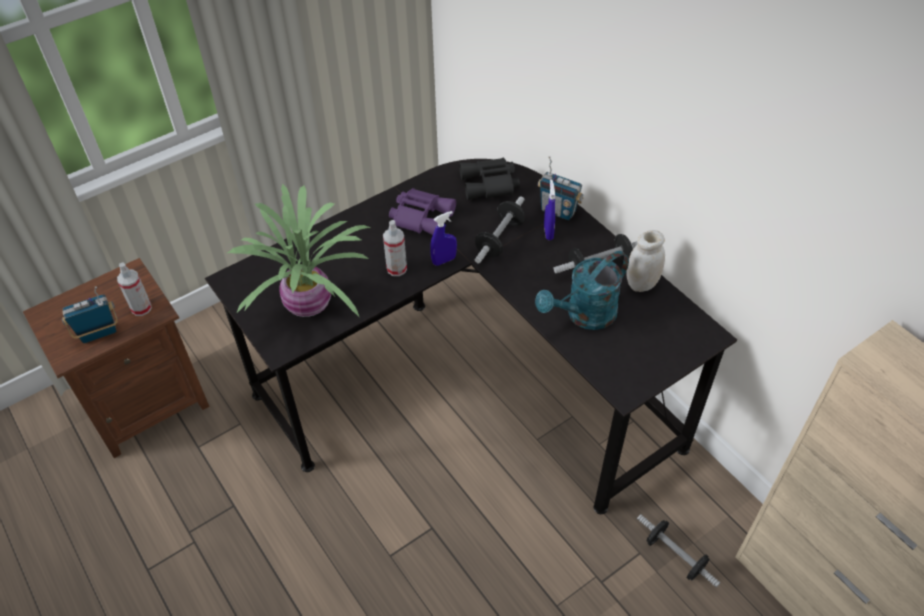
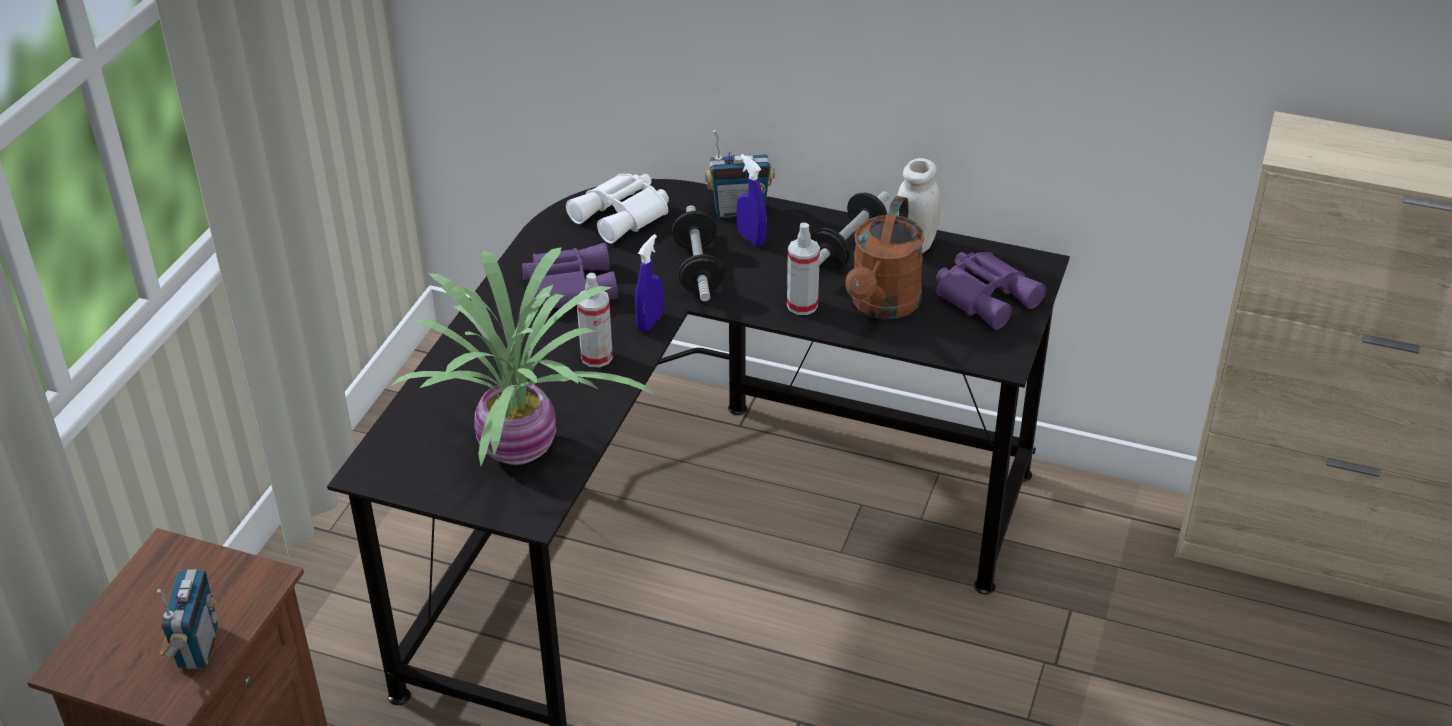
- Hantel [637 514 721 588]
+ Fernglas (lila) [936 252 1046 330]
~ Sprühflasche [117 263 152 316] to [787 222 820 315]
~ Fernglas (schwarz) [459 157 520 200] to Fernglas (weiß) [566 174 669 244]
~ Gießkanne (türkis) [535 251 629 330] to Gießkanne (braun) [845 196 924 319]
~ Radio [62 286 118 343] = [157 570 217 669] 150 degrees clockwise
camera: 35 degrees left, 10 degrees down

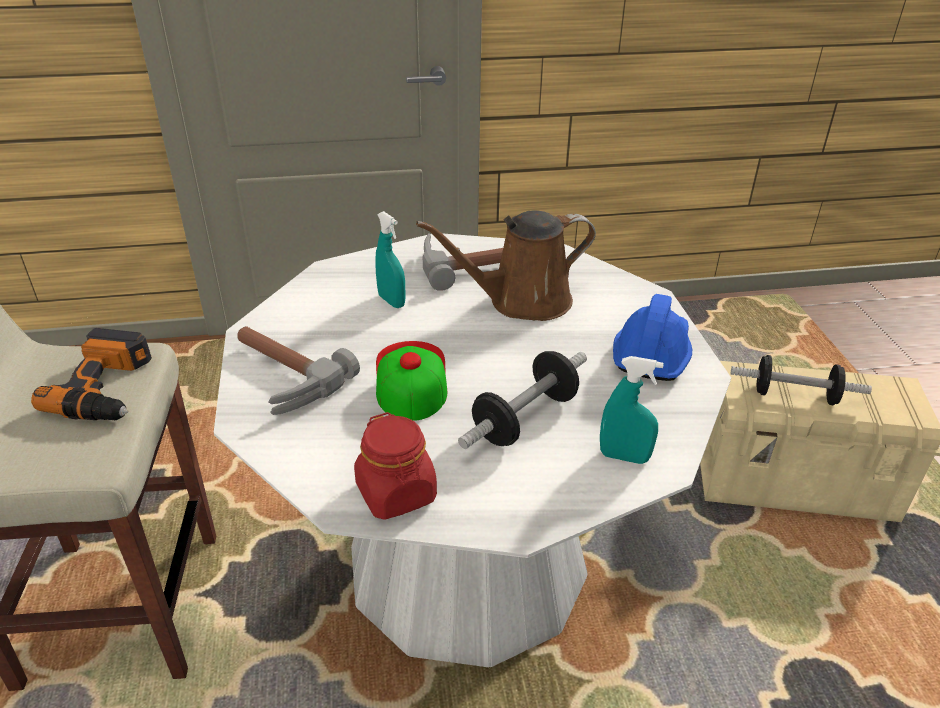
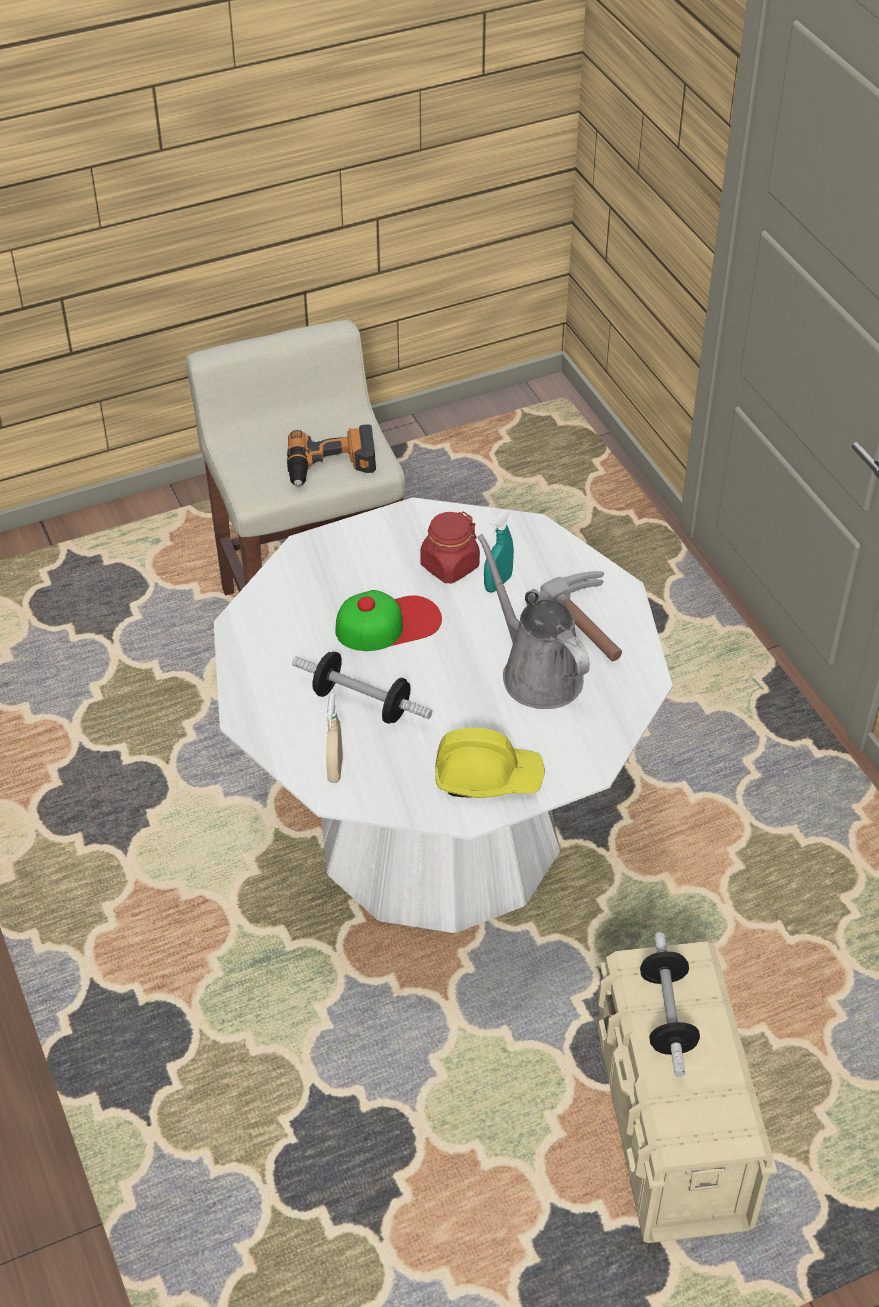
- Hammer [237 326 360 415]
~ Vorratsglas (rot) [354 412 437 520] to [420 512 480 583]
~ Gießkanne (braun) [416 210 596 321] to Gießkanne (grau) [478 534 590 709]
~ Sprühflasche (türkis) [600 356 664 464] to Sprühflasche (beige) [326 695 343 783]
~ Schutzhelm (blau) [613 294 692 381] to Schutzhelm (gelb) [435 727 545 798]
camera: 75 degrees right, 10 degrees up

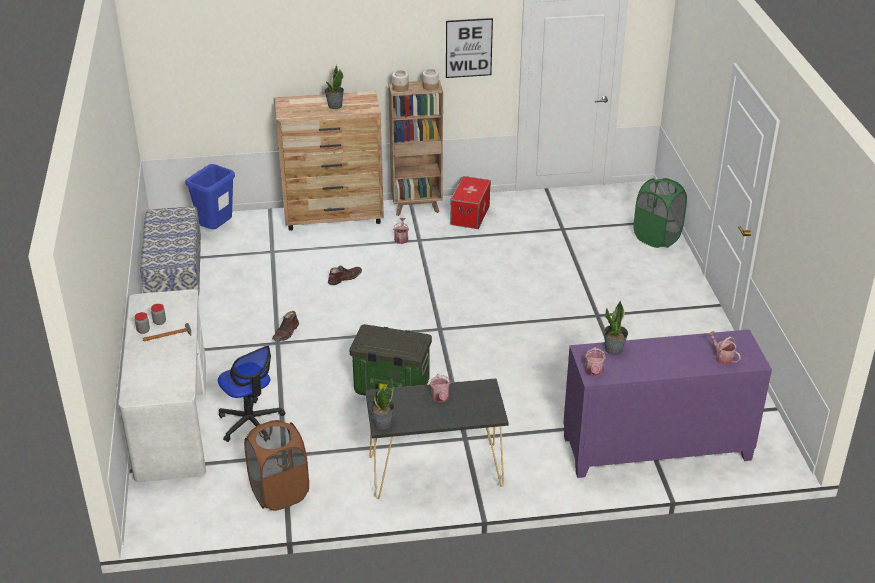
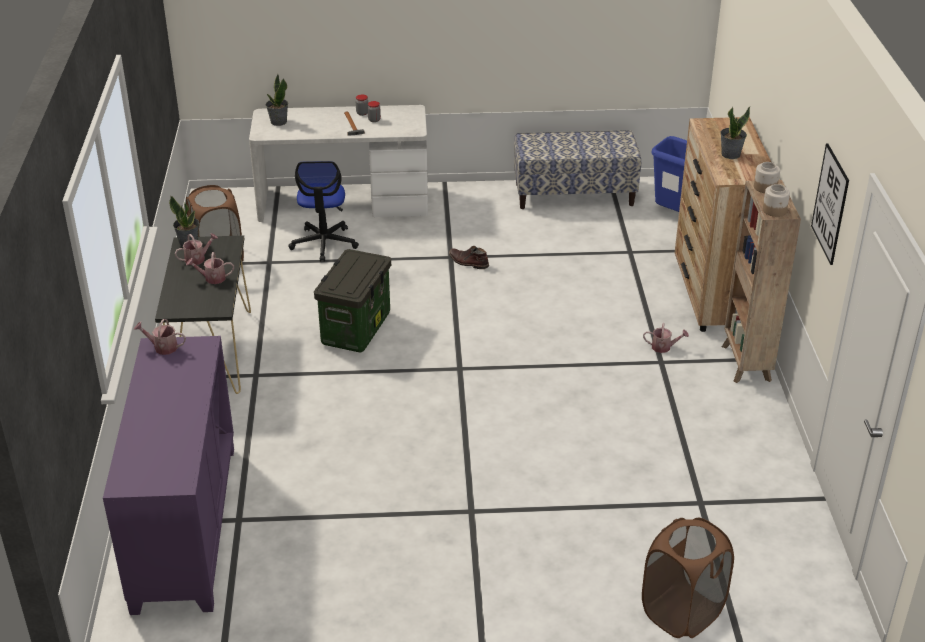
- Stiefel (braun) [328 266 362 285]
- Aufbewahrungsbox [450 176 491 229]
~ Topfpflanze [604 301 628 355] to [266 74 288 126]
~ Gießkanne [707 331 741 365] to [175 233 218 265]
~ Wäschekorb (grün) [634 178 687 248] to Wäschekorb (braun) [642 518 734 638]
~ Bürostuhl [218 345 285 442] = [288 161 359 262] 60 degrees counterclockwise
camera: 95 degrees right, 0 degrees up

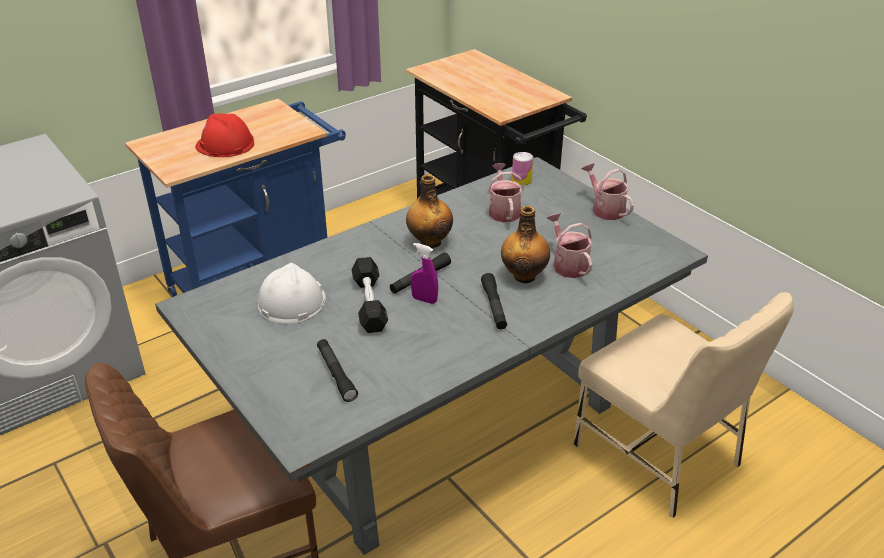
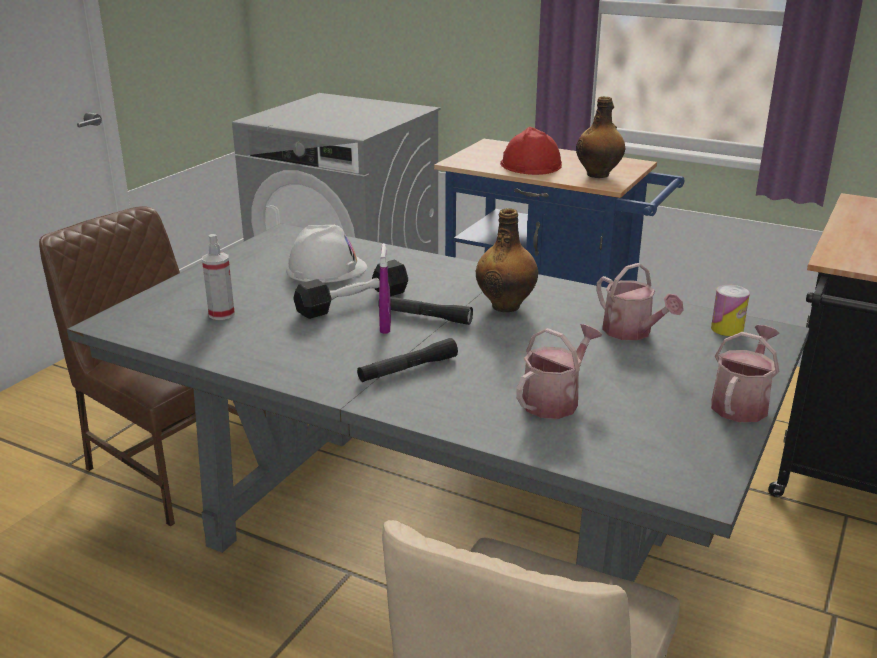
~ Flasche [501 206 550 283] to [576 96 625 178]
~ Taschenlampe (schwarz) [317 339 358 402] to Sprühflasche [202 234 235 320]
~ Gießkanne [488 163 524 222] = [596 263 684 340] 90 degrees clockwise
camera: 65 degrees right, 10 degrees down

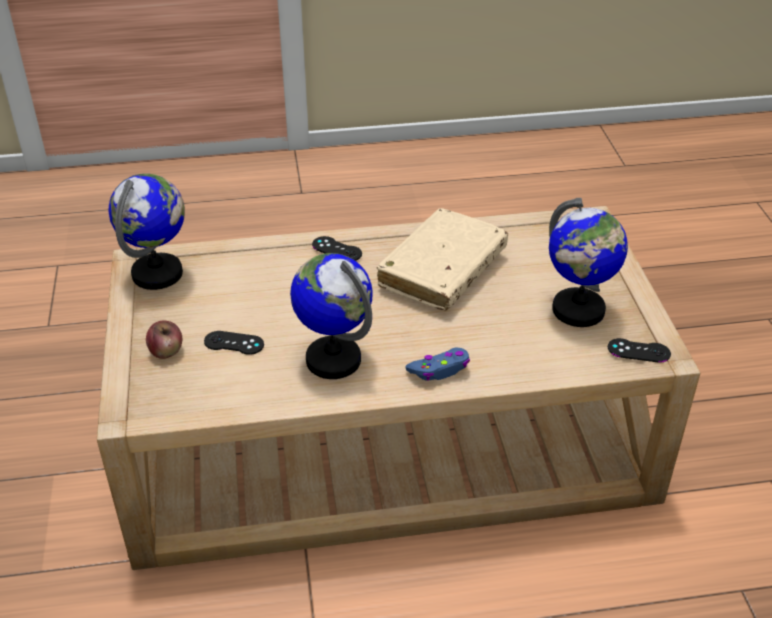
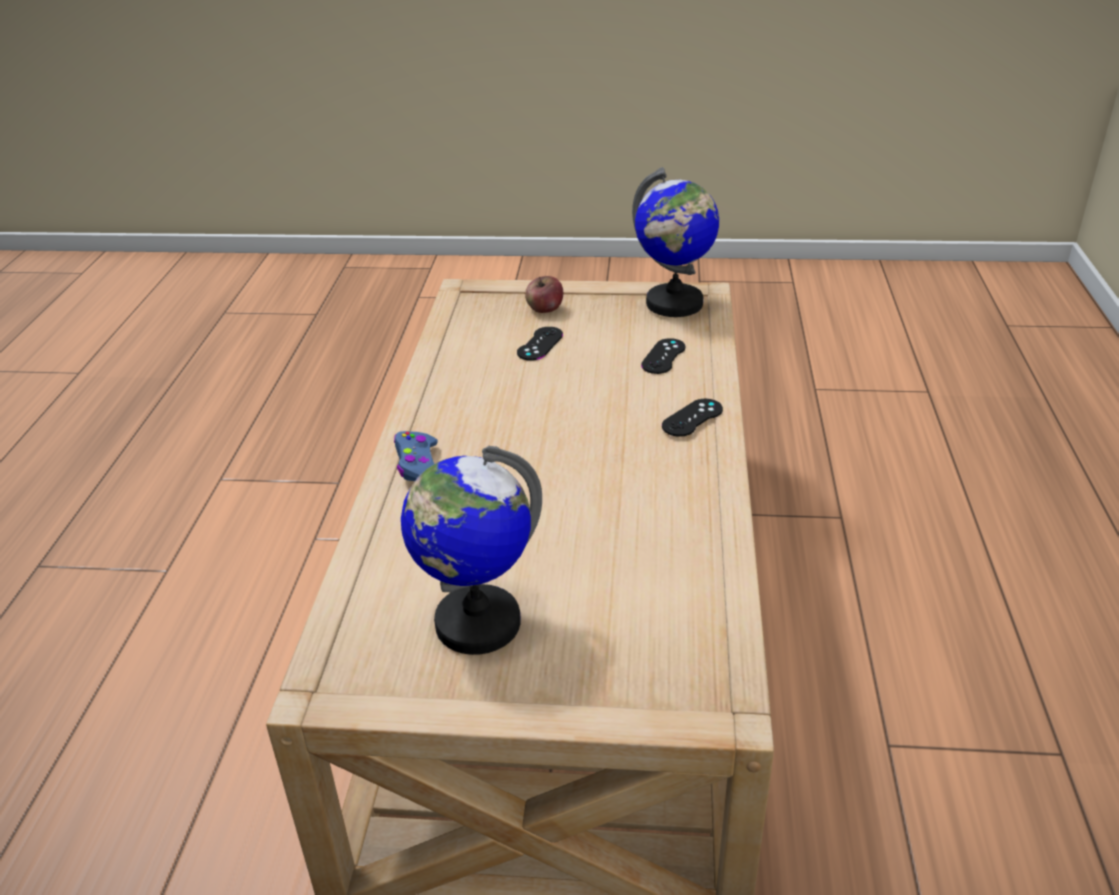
- Globus [290 253 372 379]
- Buch (beige) [377 208 508 311]
~ Gamepad (schwarz) [608 338 671 363] to [641 338 685 374]
camera: 105 degrees right, 5 degrees down

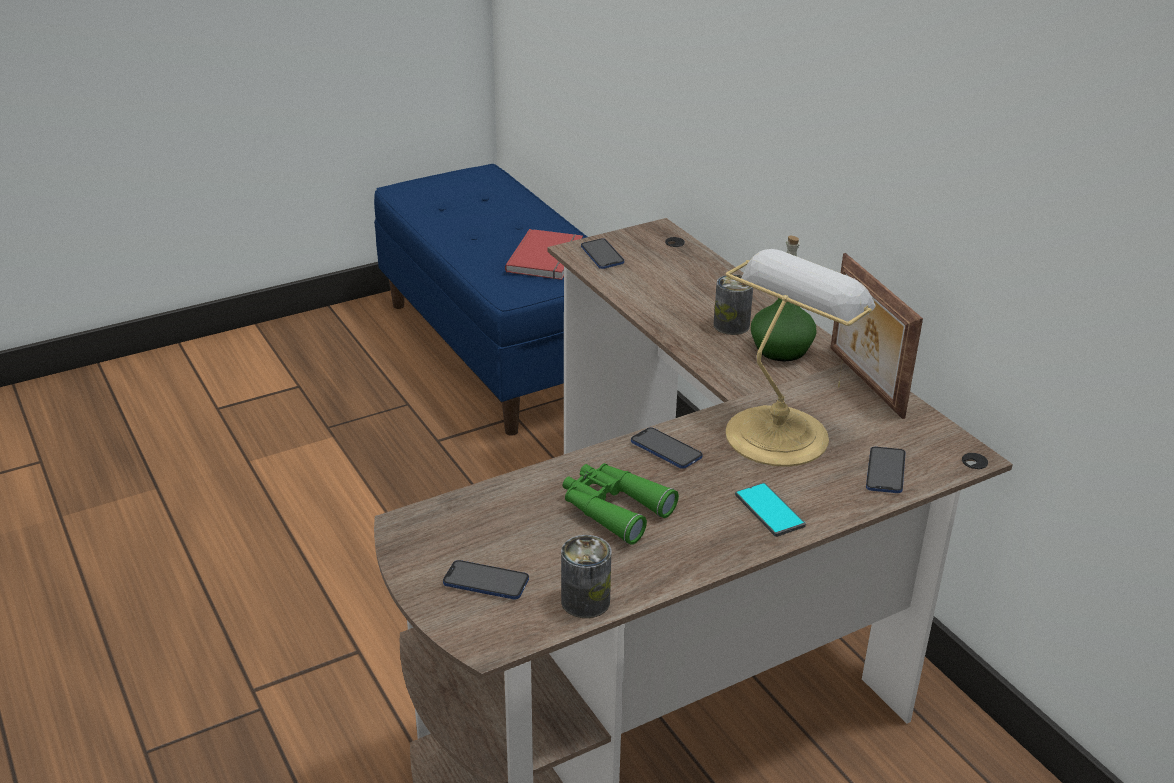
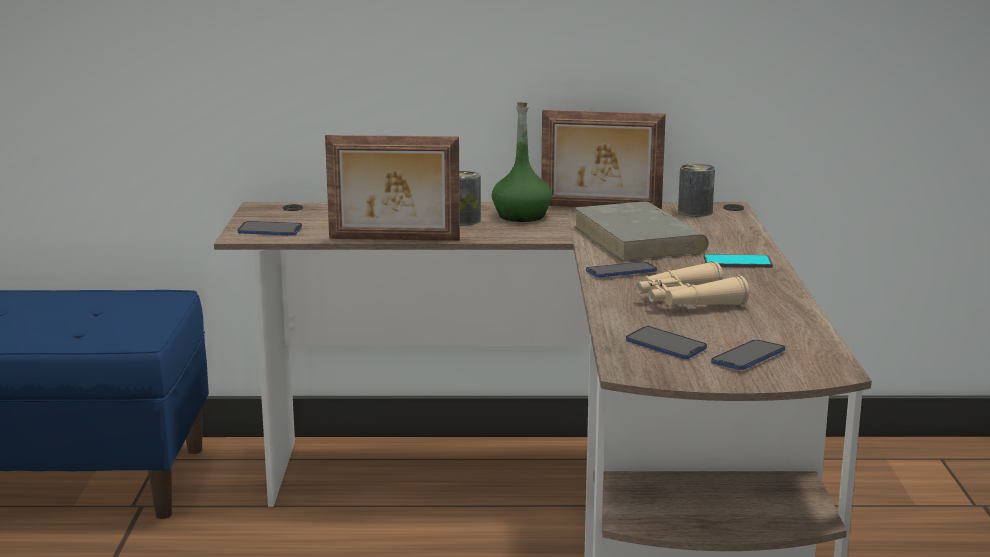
- Buch (rot) [505 229 583 280]
+ Bilderrahmen [325 135 460 241]
~ Dose [561 535 611 618] to [678 163 715 217]
~ Handy [866 447 906 493] to [626 326 707 359]
~ Tischlampe [725 249 876 467] to Buch (grau) [573 201 709 262]
~ Fernglas (grün) [563 463 679 545] to Fernglas (beige) [636 261 749 306]
camera: 60 degrees left, 15 degrees down

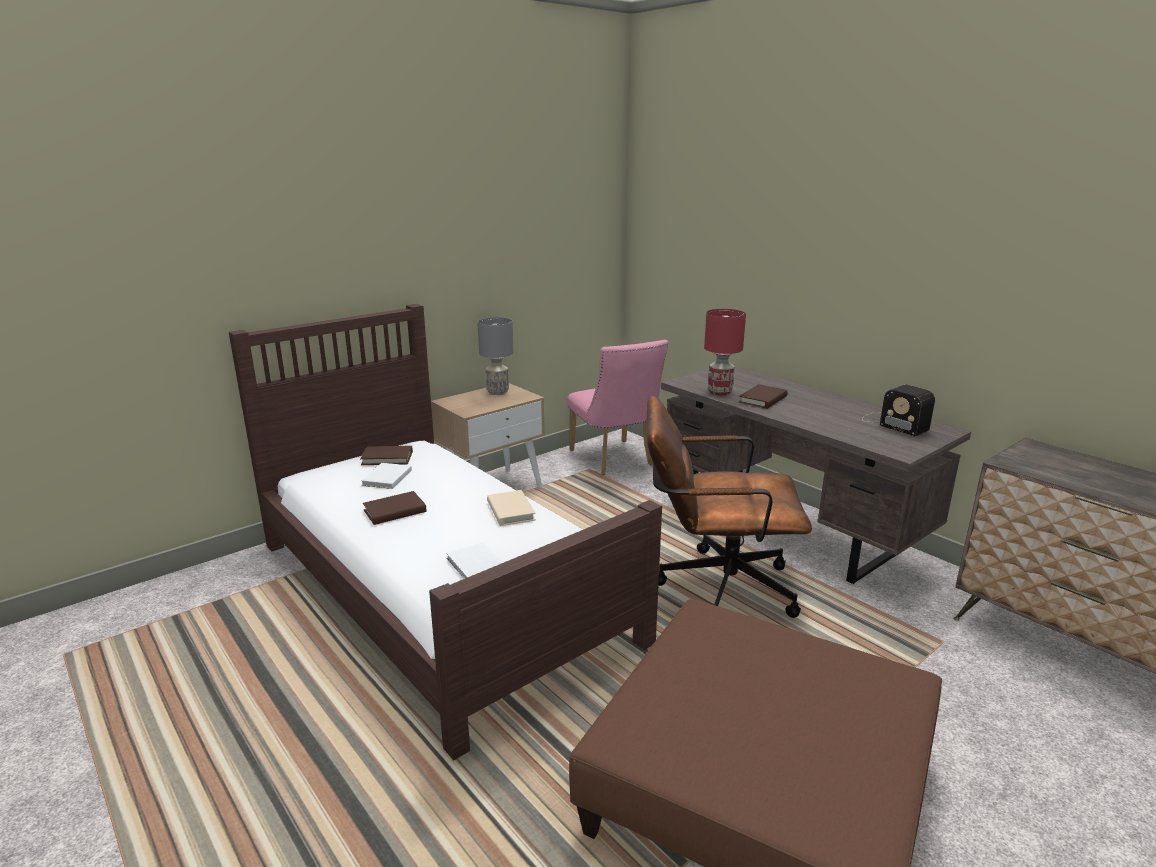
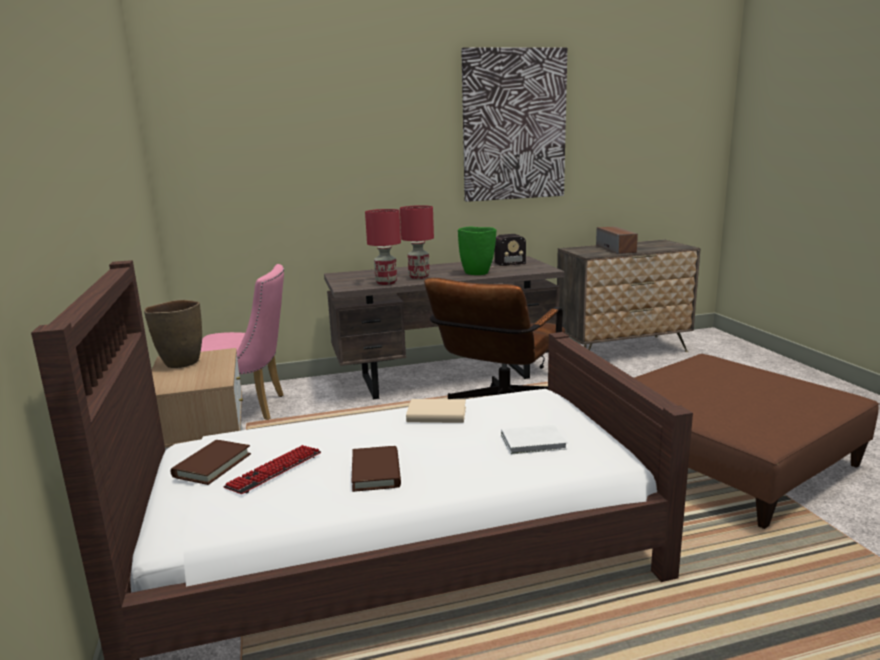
+ Vase (grün) [458 227 496 275]
+ Bild [461 47 567 202]
+ Lautsprecher [596 226 638 254]
~ Buch (weiß) [361 463 412 489] to Tastatur [223 445 321 494]
~ Tischlampe (grau) [477 317 514 395] to Vase (braun) [144 300 202 368]
~ Buch (braun) [739 384 788 409] to Tischlampe (rot) [400 205 434 279]
camera: 65 degrees left, 5 degrees down

